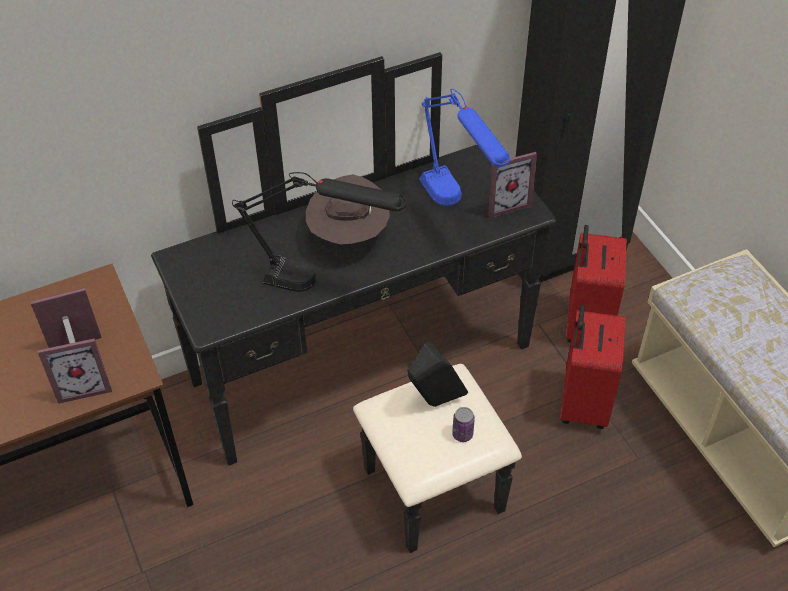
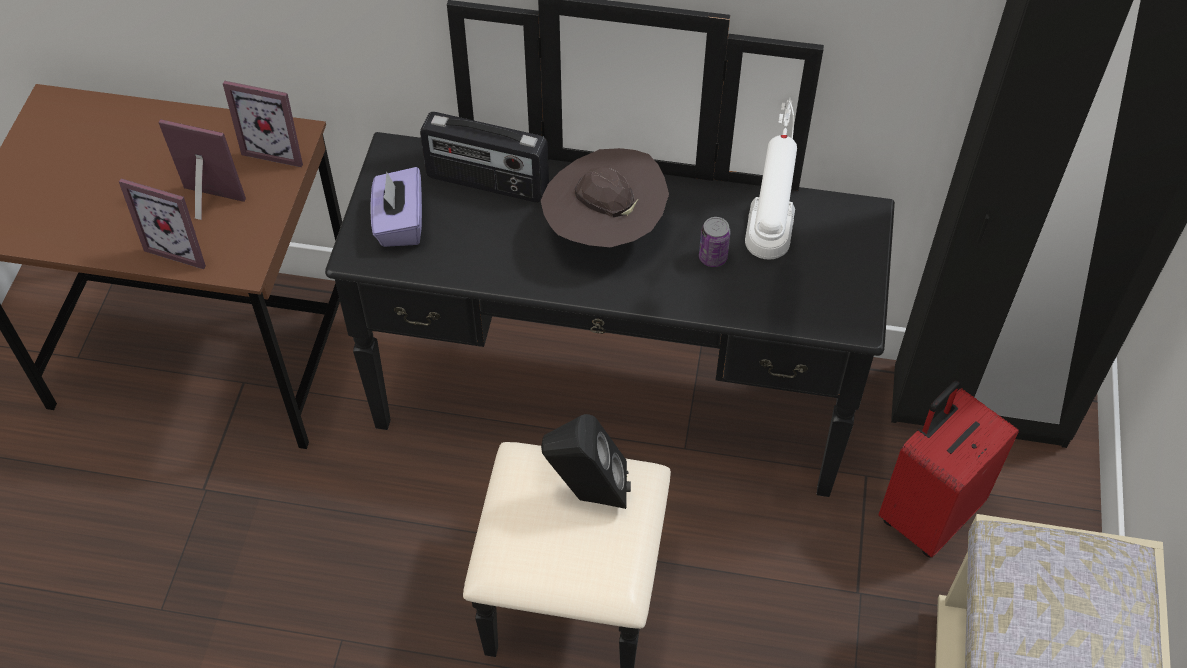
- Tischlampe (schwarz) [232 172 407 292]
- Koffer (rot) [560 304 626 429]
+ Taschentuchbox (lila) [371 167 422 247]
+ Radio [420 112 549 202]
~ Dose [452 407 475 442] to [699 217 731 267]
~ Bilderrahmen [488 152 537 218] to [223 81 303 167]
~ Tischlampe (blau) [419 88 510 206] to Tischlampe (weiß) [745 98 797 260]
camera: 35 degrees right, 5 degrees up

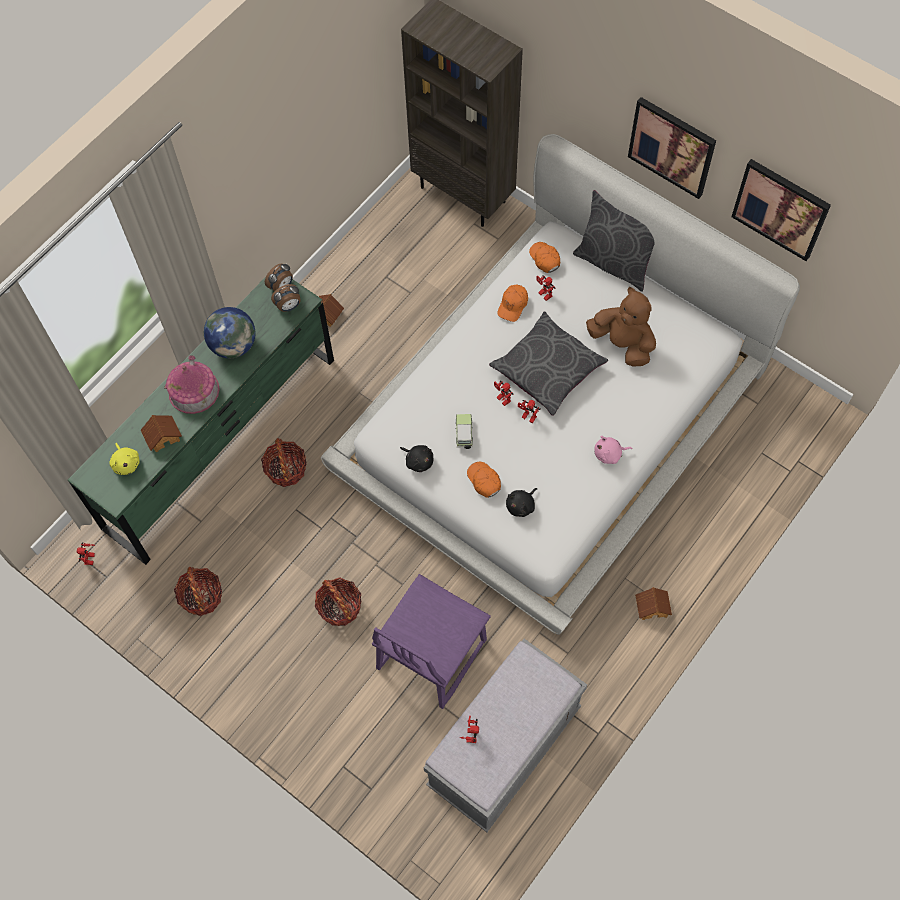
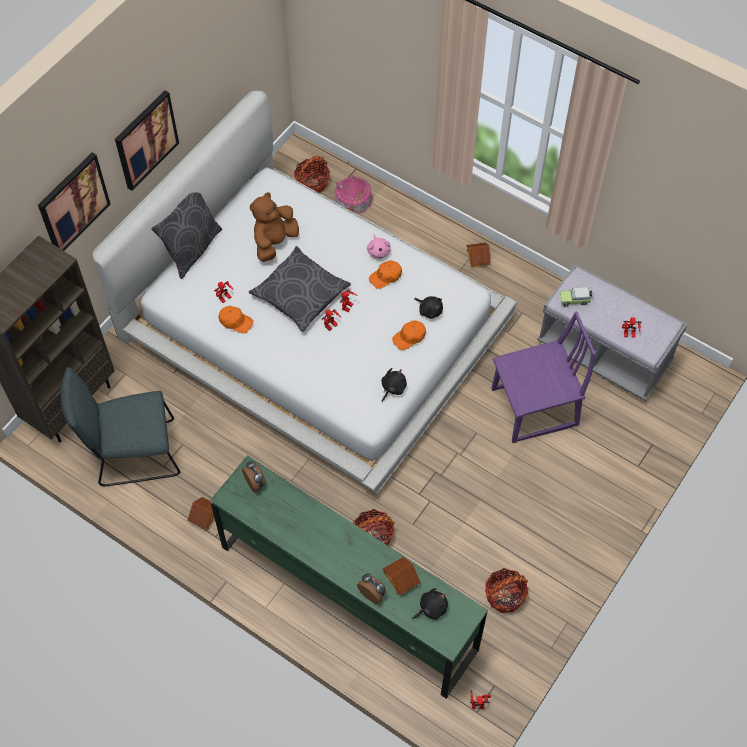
- Globus [204 307 256 358]
+ Stuhl (grau) [61 367 180 486]
~ Spielzeughaus [164 355 220 414] to [334 174 373 214]
~ Wecker [265 264 293 291] to [357 573 386 604]
~ Korb [315 577 362 626] to [294 156 330 193]
~ Spielzeugauto [455 414 473 449] to [559 287 592 306]
~ Kappe (orange) [529 242 560 273] to [369 260 402 289]
~ Bild [732 159 831 261] to [38 153 111 251]
~ Plüschtier (gelb) [109 443 140 475] to Plüschtier (schwarz) [412 588 448 620]
~ Stuhl (lila) [372 574 491 709] = [491 311 596 443] 45 degrees counterclockwise
camera: 95 degrees left, 5 degrees down

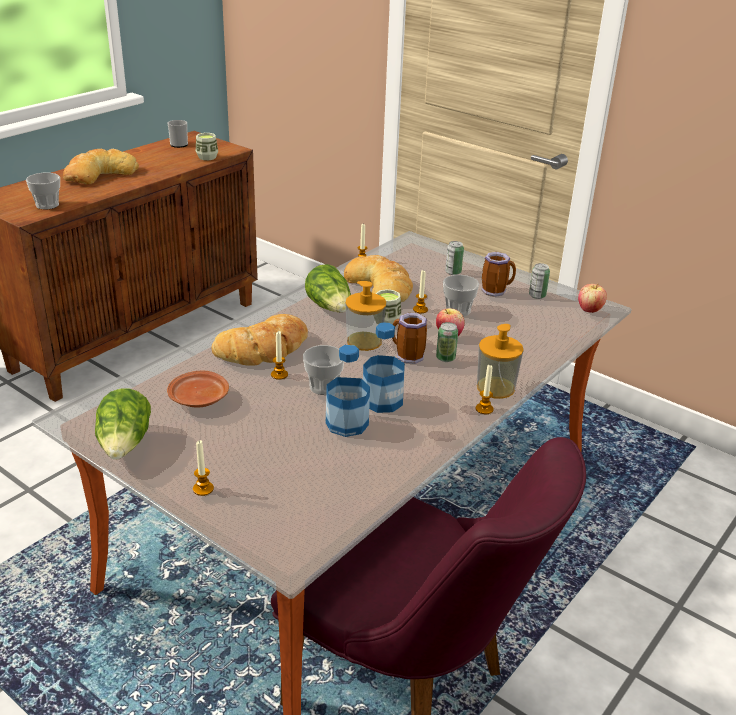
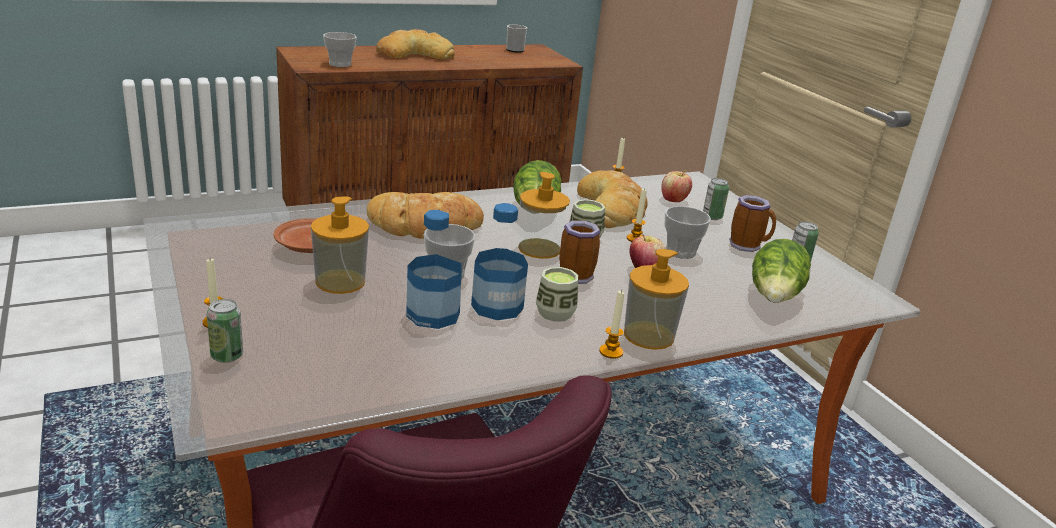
- Kerze [271 331 288 380]
+ Seifenspender [311 197 369 294]
~ Salatkopf [95 388 151 460] to [752 239 811 303]
~ Tasse [196 133 218 160] to [536 267 578 322]
~ Dose [436 322 458 362] to [207 299 243 363]
~ Apfel [578 283 607 313] to [661 171 692 202]
camera: 25 degrees right, 5 degrees down

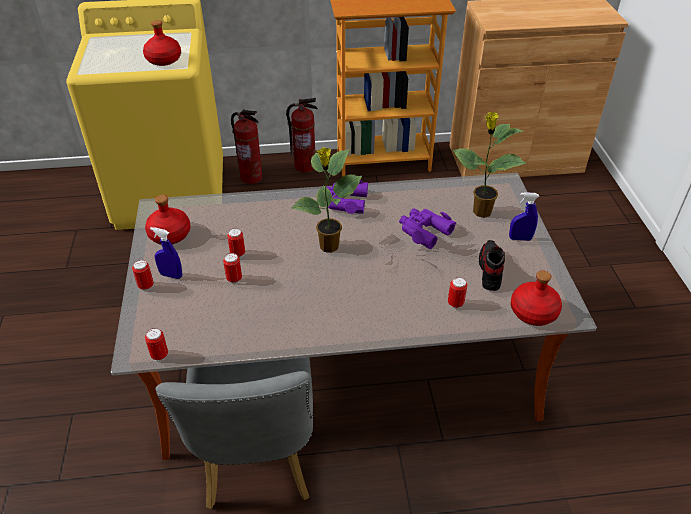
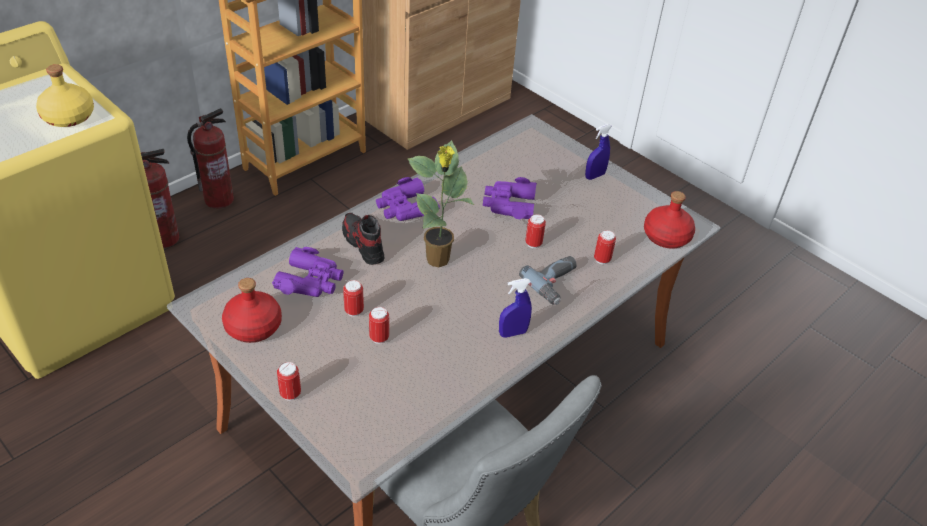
- Topfpflanze [452 112 527 218]
+ Fernglas (lila) [272 247 343 297]
+ Bohrmaschine [519 256 577 305]
~ Dose [145 328 168 361] to [525 214 546 248]
~ Sprühflasche (blau) [150 227 182 279] to [499 278 532 338]
~ Schuh [479 240 505 291] to [342 213 384 265]
~ Flasche (rot) [143 20 181 66] to Flasche (gelb) [36 64 94 127]
camera: 40 degrees left, 0 degrees up

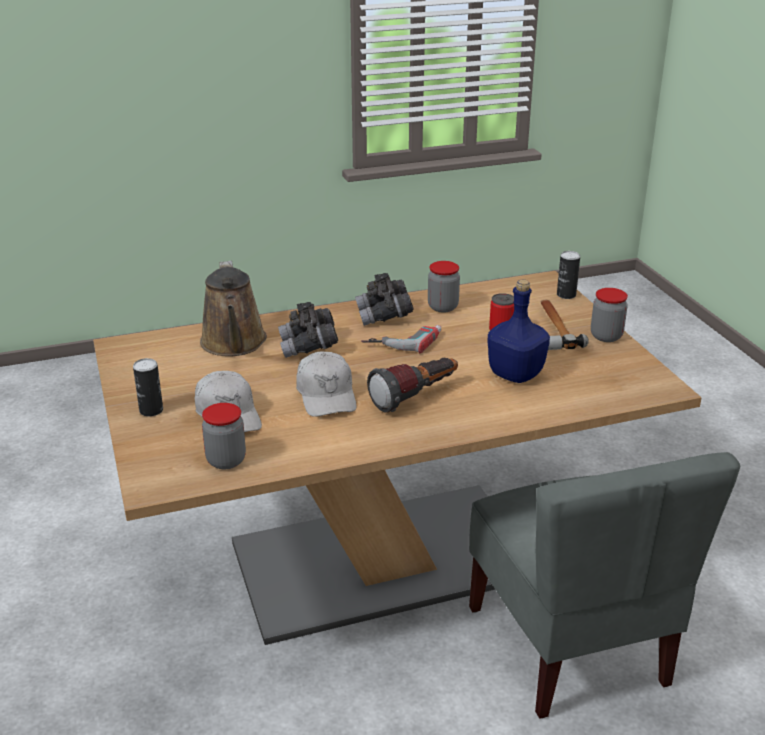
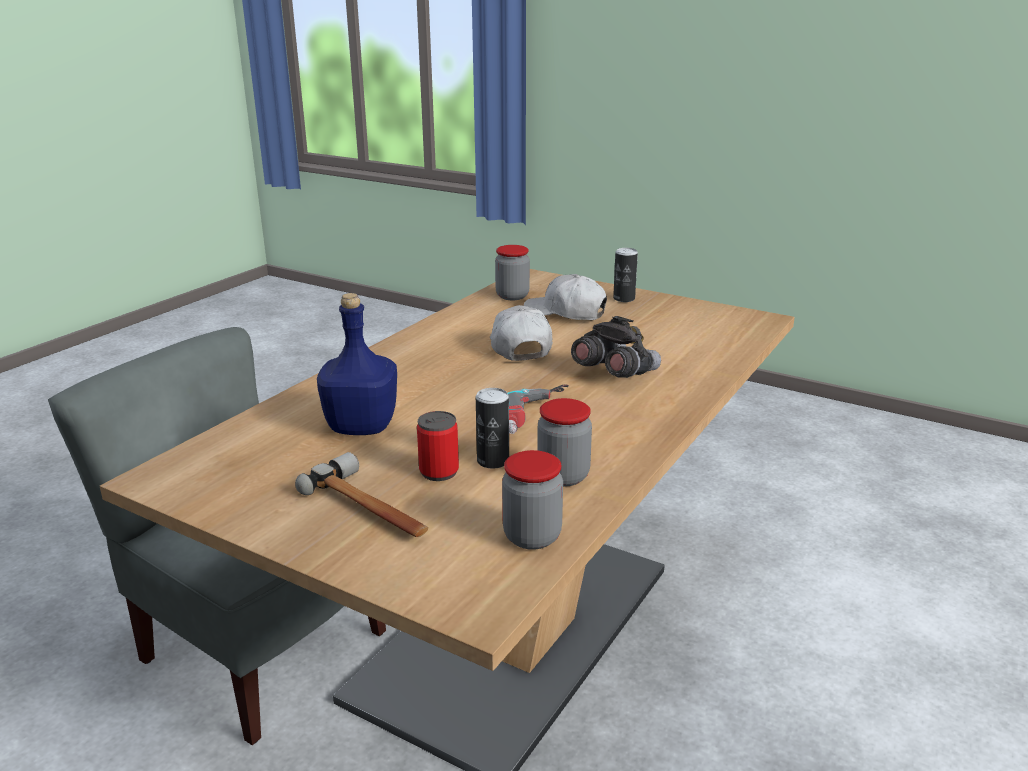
- Gießkanne (braun) [200 261 267 356]
- Fernglas (grau) [355 273 414 326]
- Taschenlampe [367 358 458 413]
~ Dose [557 251 580 299] to [476 388 509 469]
~ Vorratsglas [591 288 628 342] to [502 450 563 550]
~ Kappe (weiß) [296 351 357 417] = [490 305 553 361] 45 degrees clockwise
camera: 140 degrees right, 5 degrees down

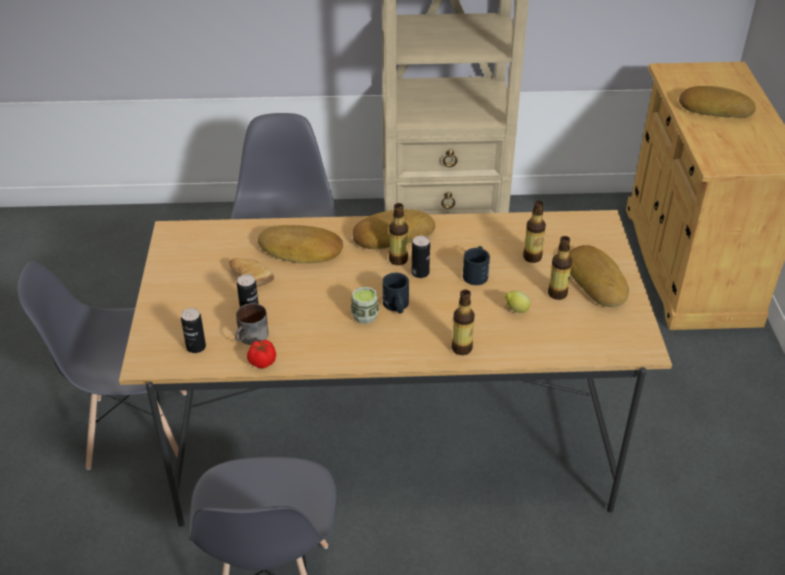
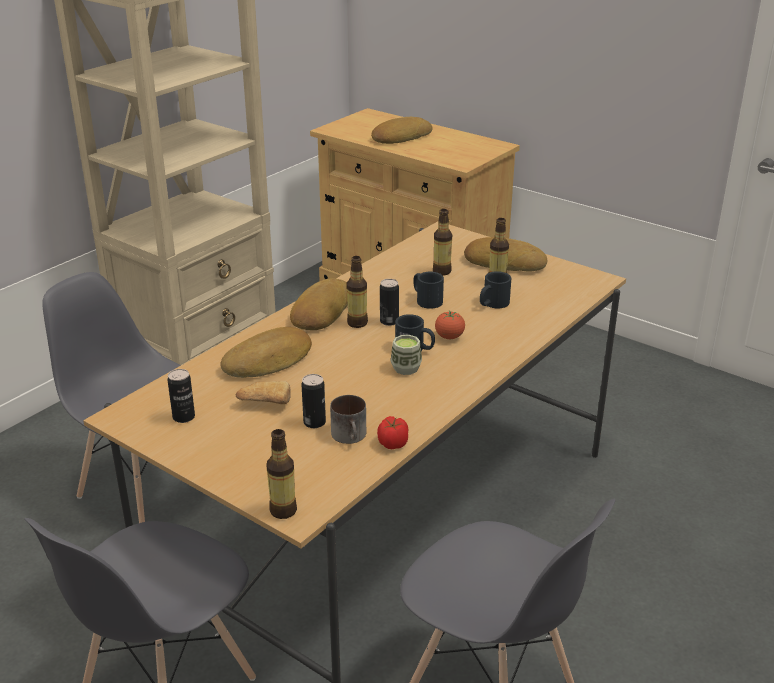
+ Tomate [435 311 465 339]
~ Dose [181 308 206 353] to [167 369 195 423]
~ Flasche [452 290 475 355] to [266 429 297 519]
~ Zitrone [504 291 530 313] to Henkelbecher (schwarz) [480 271 512 308]
camera: 50 degrees left, 10 degrees down

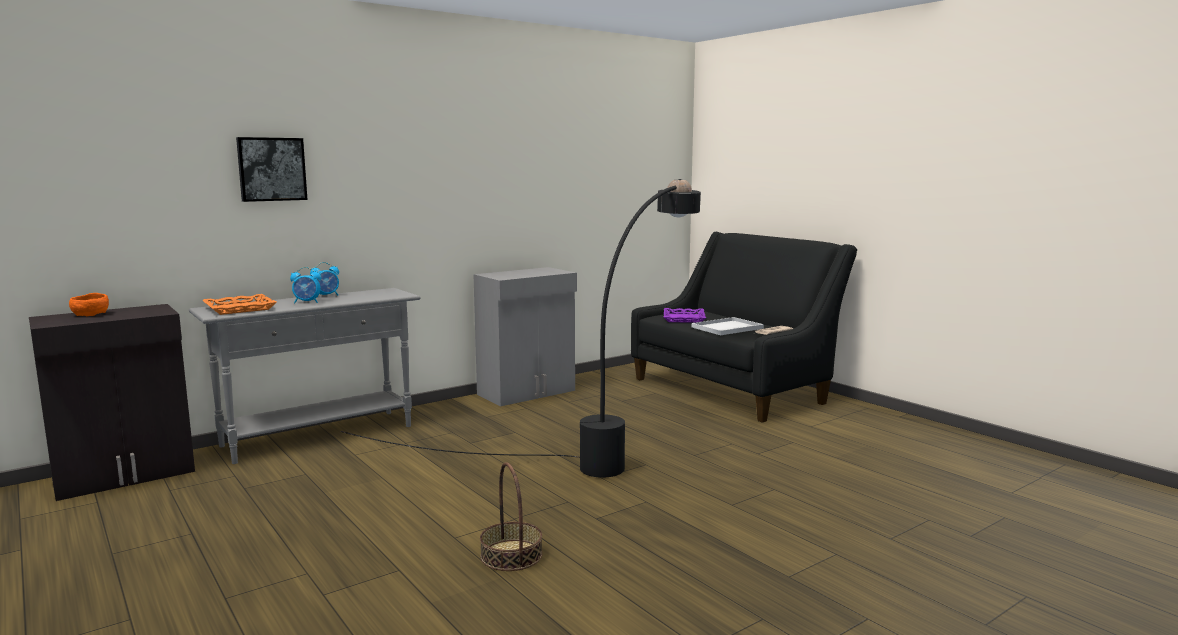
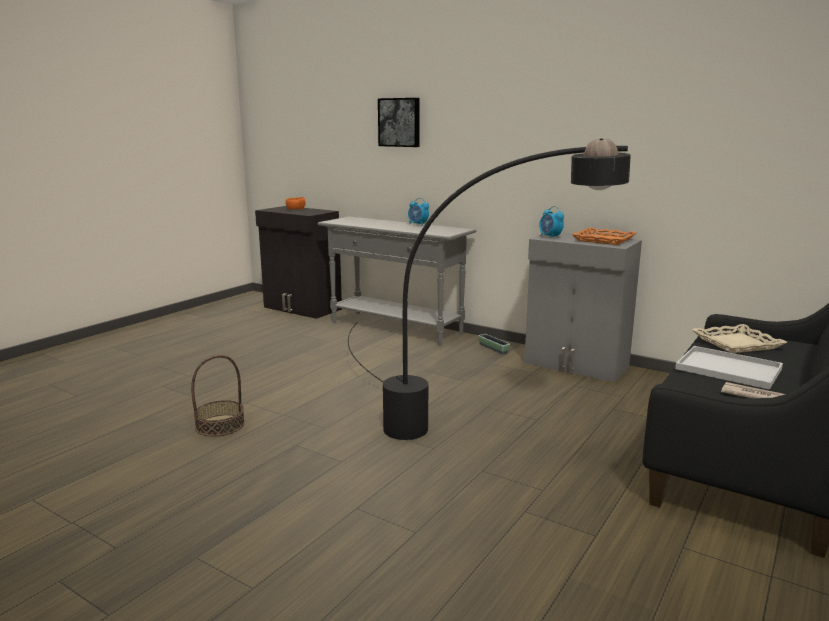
+ Pflanzkübel [478 334 510 354]
~ Tablett (orange) [202 294 277 315] to [571 227 637 245]
~ Wecker [290 267 321 304] to [539 206 564 239]
~ Tablett (lila) [664 308 706 323] to Tablett (beige) [692 324 788 353]
camera: 70 degrees right, 5 degrees up

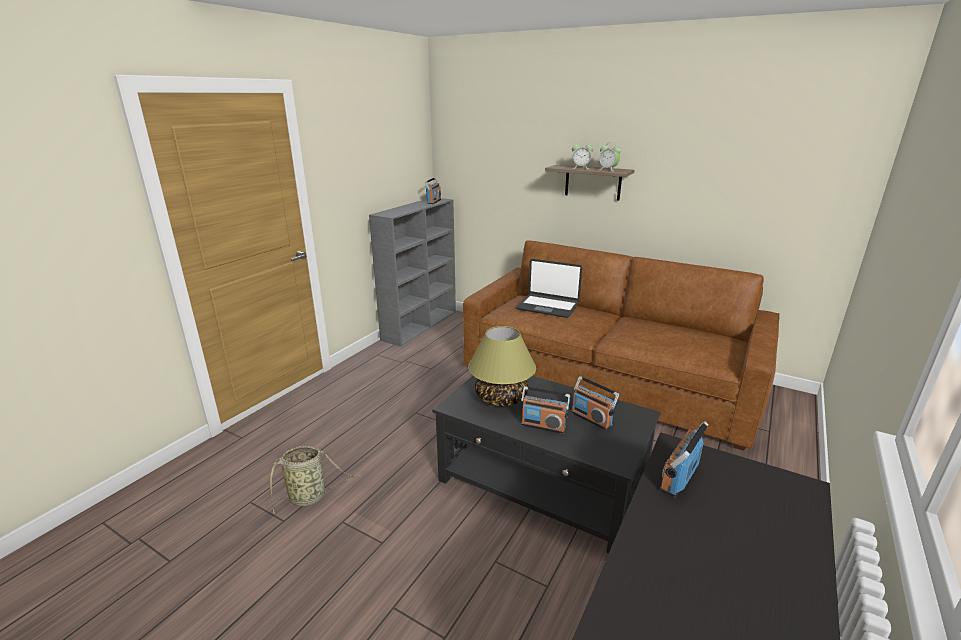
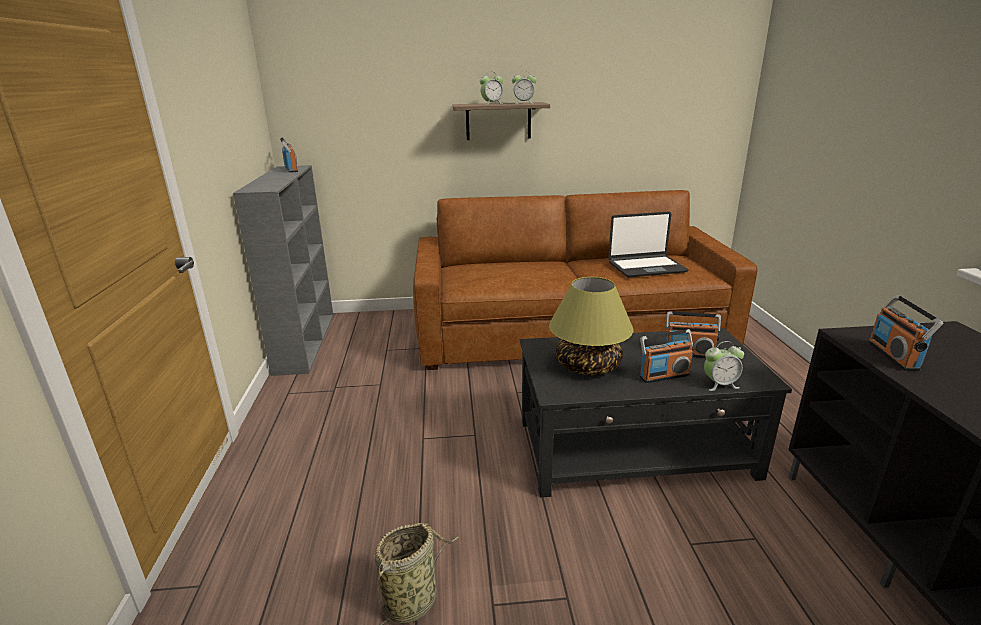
+ Wecker [704 341 744 391]
~ Laptop [516 259 582 318] to [608 211 688 277]
camera: 35 degrees left, 0 degrees up

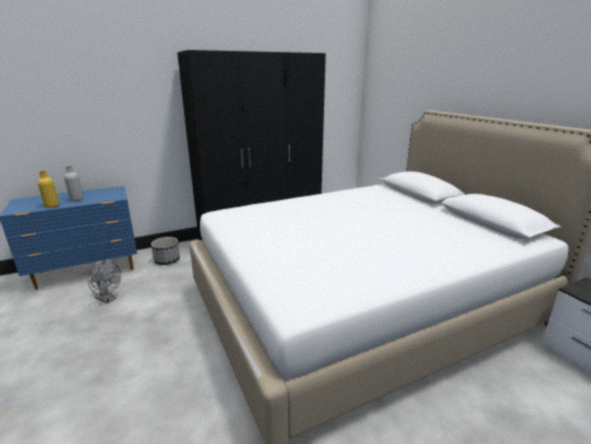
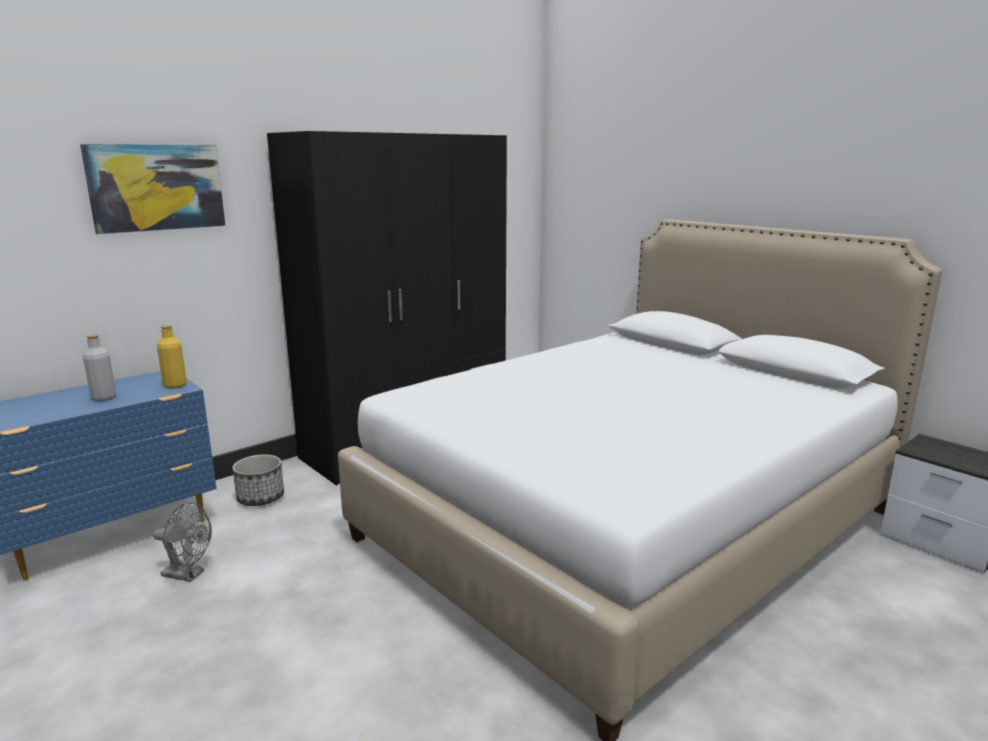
+ Bild [80 144 225 234]
~ Flasche (gelb) [38 170 59 208] to [157 325 187 389]
camera: 15 degrees left, 5 degrees down

